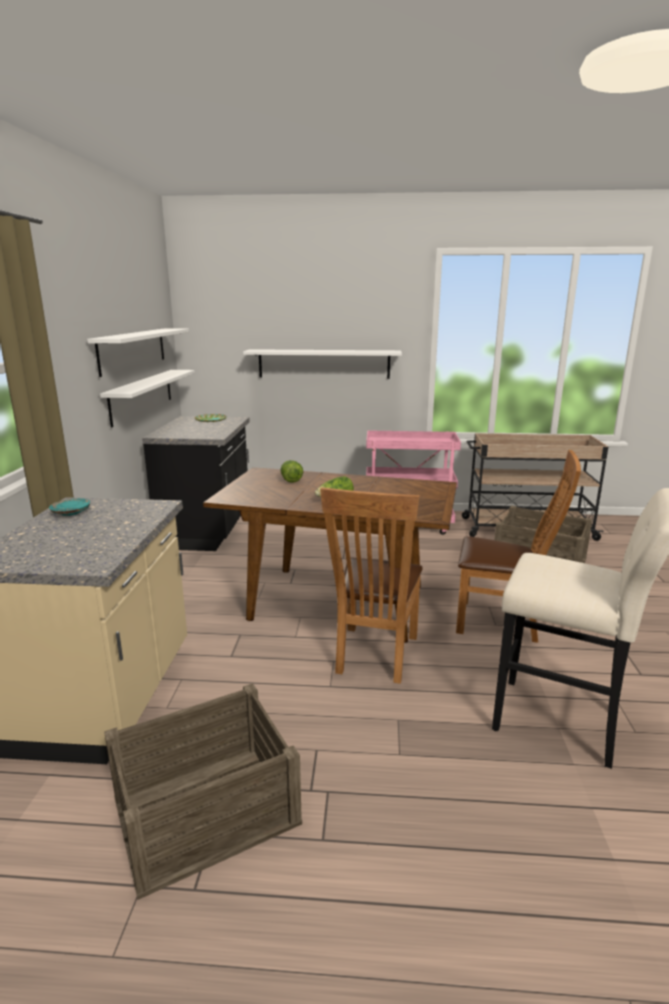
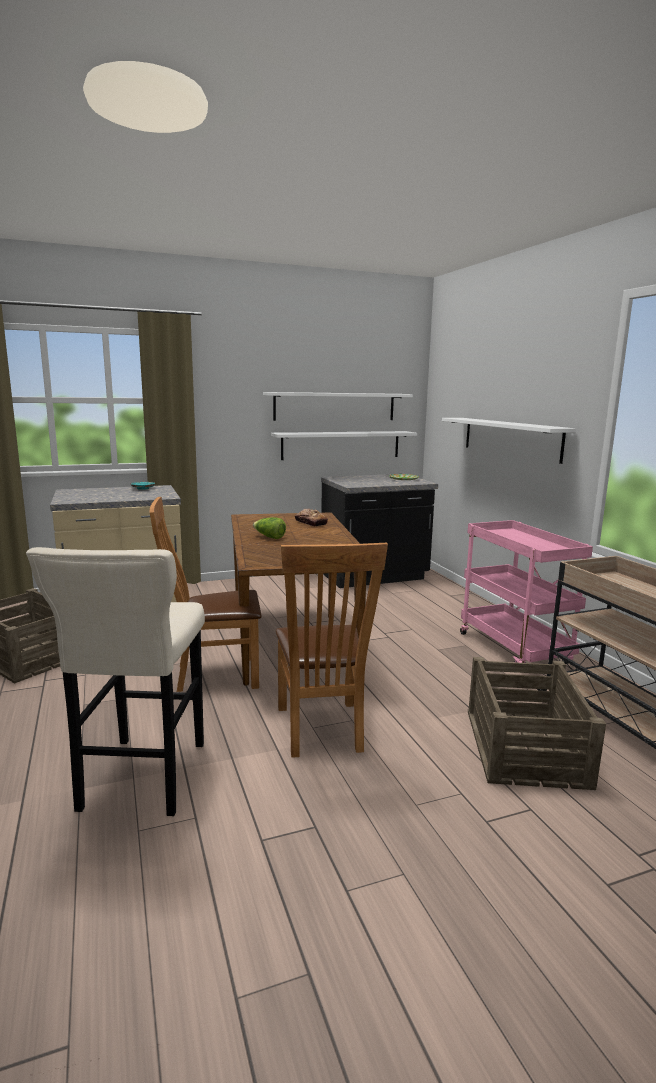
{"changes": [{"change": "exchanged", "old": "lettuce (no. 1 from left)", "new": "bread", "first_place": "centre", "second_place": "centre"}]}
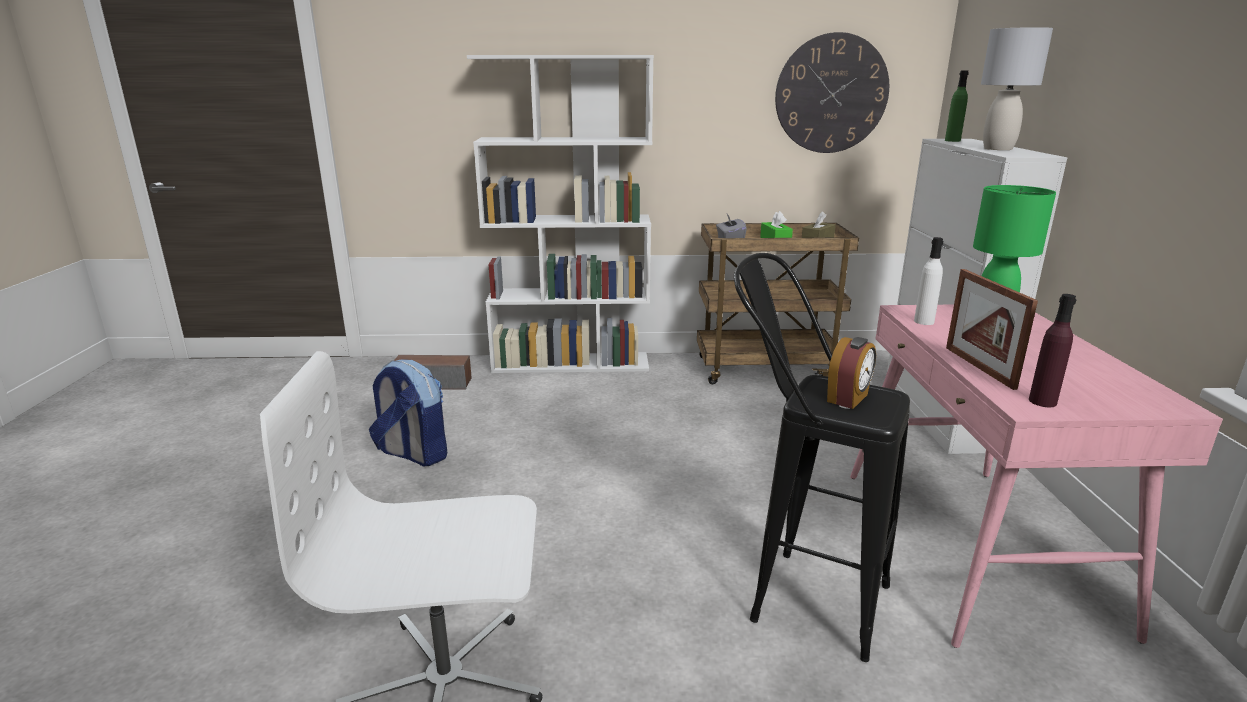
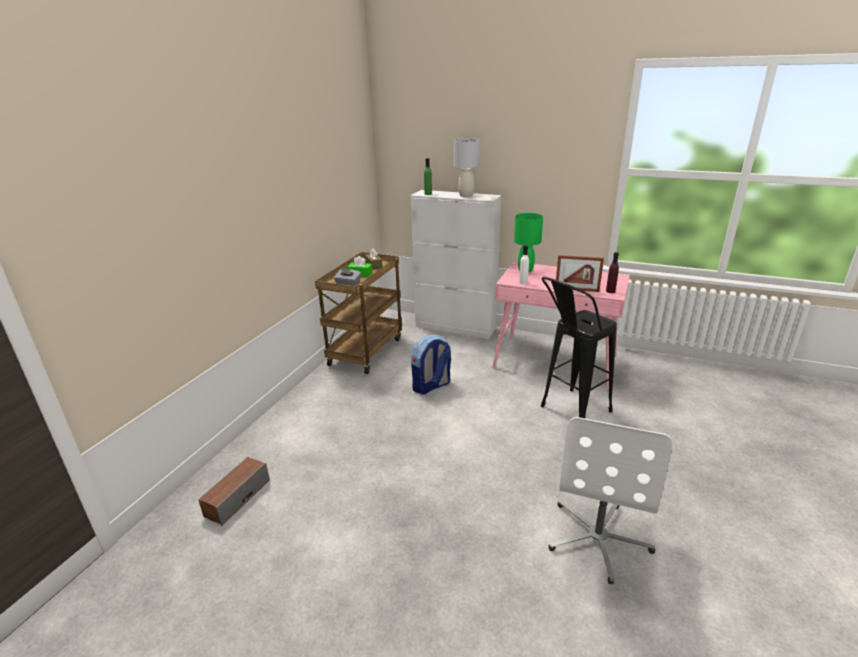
{"changes": [{"change": "missing", "old": "wall clock", "first_place": "top right"}, {"change": "missing", "old": "white bookcase", "first_place": "top centre"}, {"change": "missing", "old": "alarm clock", "first_place": "middle right"}, {"change": "relocated", "old": "backpack", "first_place": "middle left", "second_place": "centre"}]}
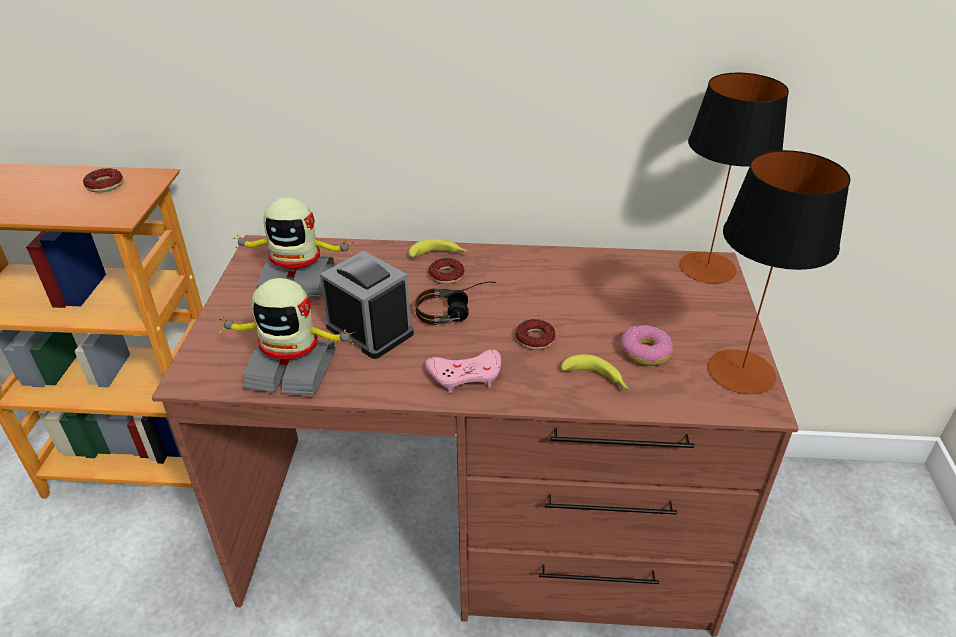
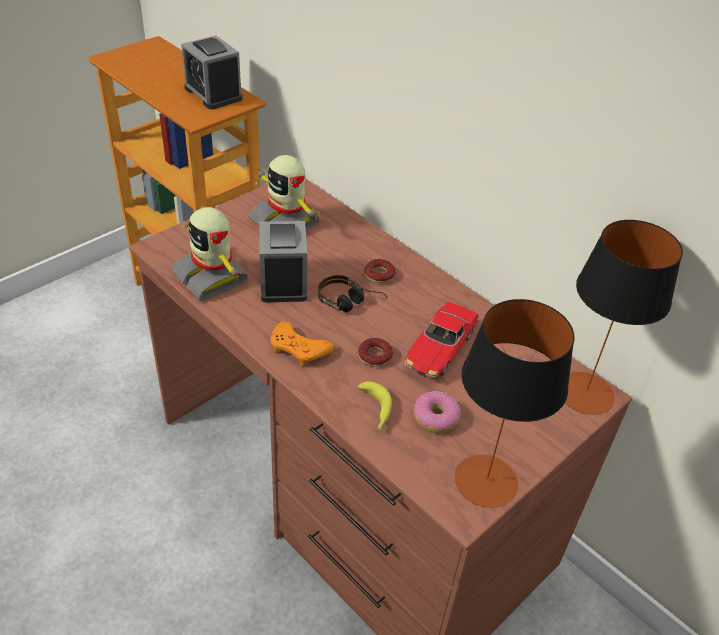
{"changes": [{"change": "exchanged", "old": "donut (no. 1 from left)", "new": "alarm clock (no. 1 from left)", "first_place": "top left", "second_place": "top left"}, {"change": "missing", "old": "banana (no. 1 from left)", "first_place": "centre"}, {"change": "colour", "old": "pink game controller", "new": "orange game controller", "first_place": "centre", "second_place": "centre"}, {"change": "appeared", "new": "toy car", "second_place": "centre"}]}
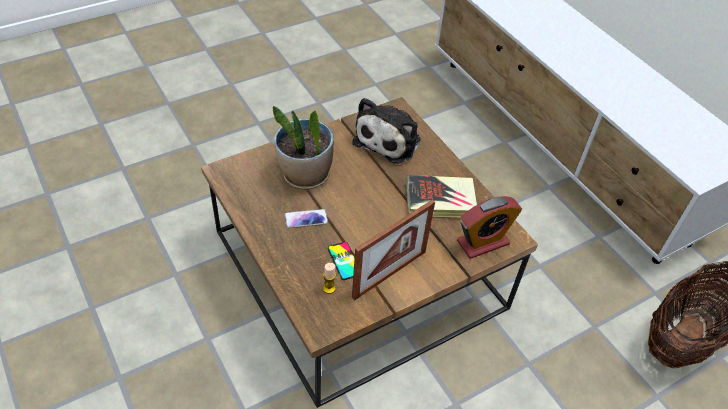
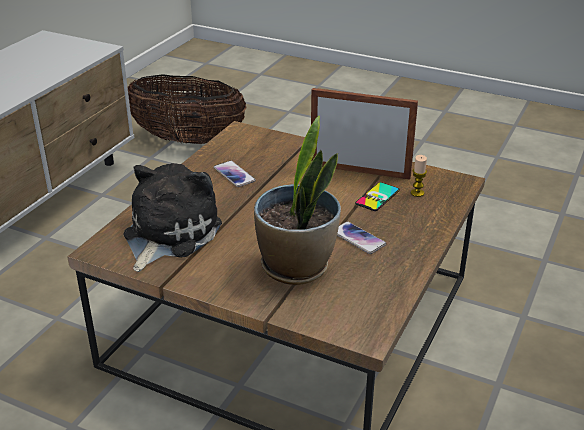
{"changes": [{"change": "spun", "old": "plush toy", "first_place": "top centre", "second_place": "middle left", "degrees": -60}, {"change": "exchanged", "old": "book", "new": "phone (no. 1 from left)", "first_place": "centre", "second_place": "centre"}, {"change": "missing", "old": "alarm clock", "first_place": "middle right"}]}
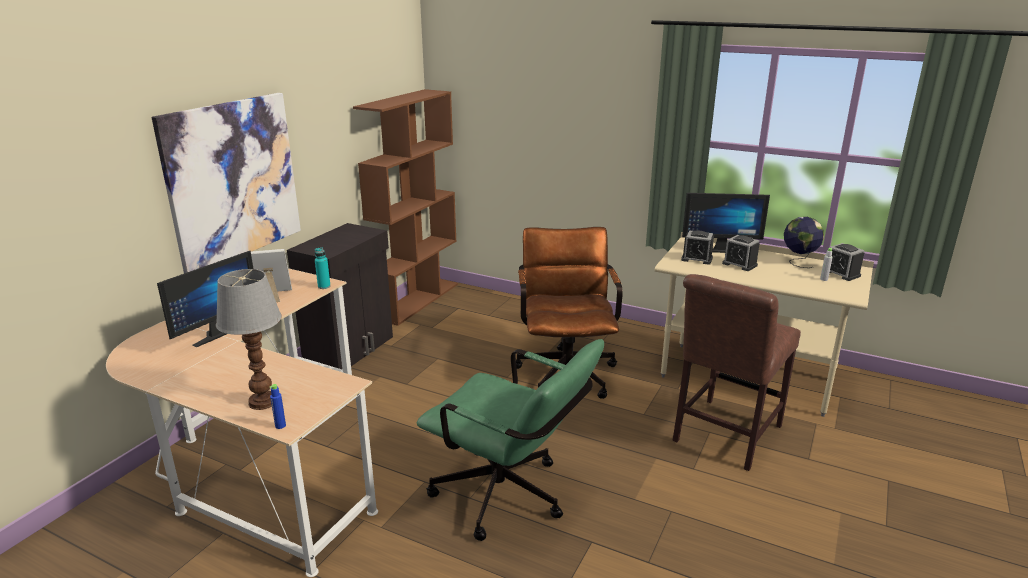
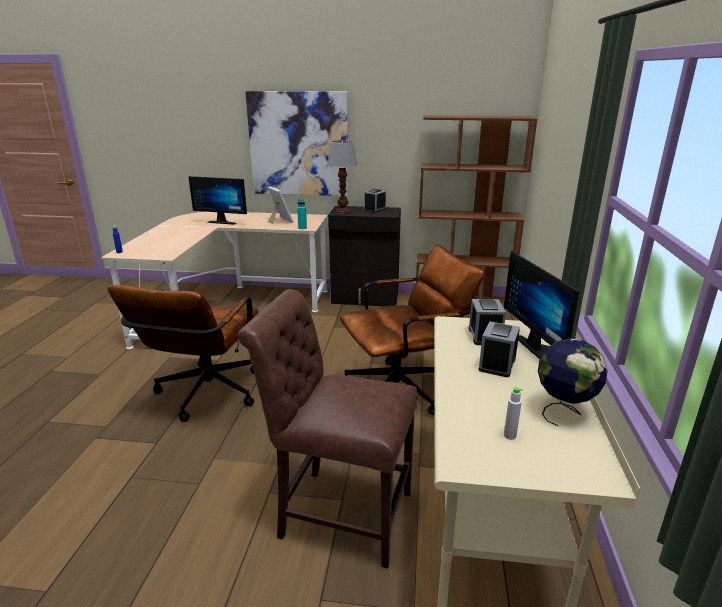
{"changes": [{"change": "relocated", "old": "alarm clock (no. 3 from left in the first image)", "new": "alarm clock (no. 1 from left)", "first_place": "middle right", "second_place": "top centre"}, {"change": "relocated", "old": "table lamp", "first_place": "middle left", "second_place": "top centre"}, {"change": "colour", "old": "green office chair", "new": "brown office chair (no. 1 from left)", "first_place": "bottom centre", "second_place": "middle left"}]}
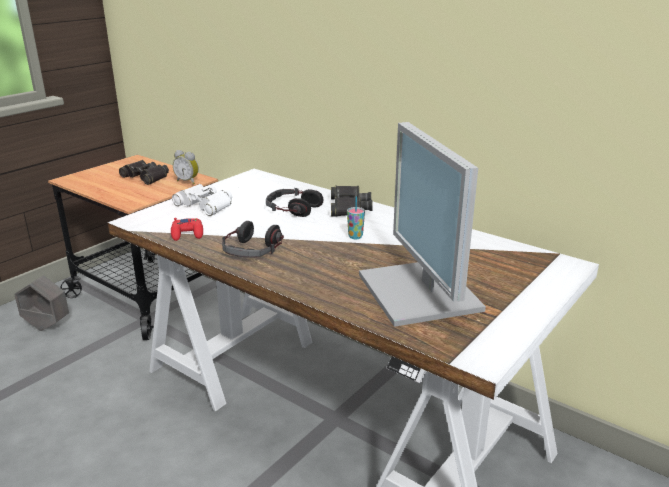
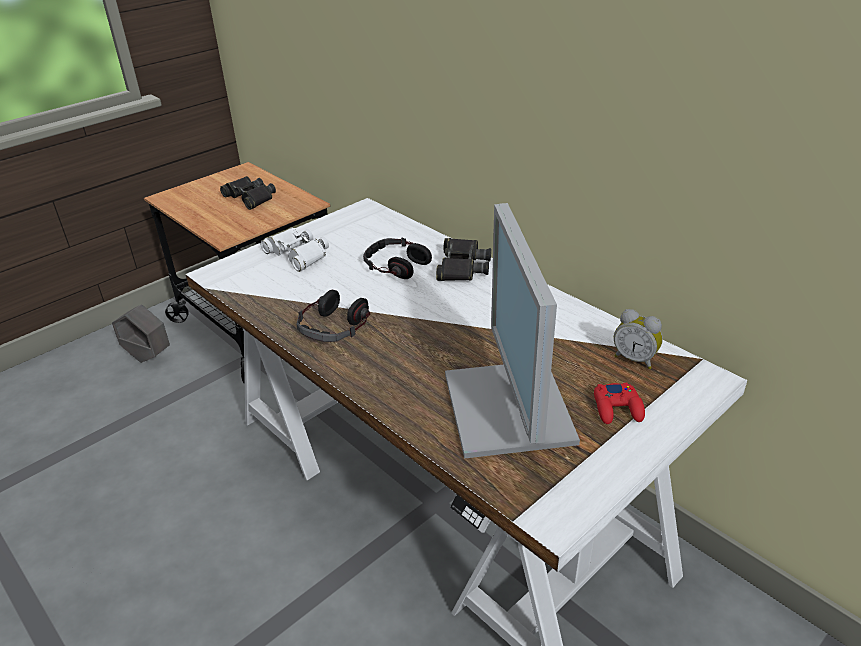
{"changes": [{"change": "relocated", "old": "alarm clock", "first_place": "middle left", "second_place": "middle right"}, {"change": "missing", "old": "cup", "first_place": "centre"}, {"change": "relocated", "old": "red game controller", "first_place": "middle left", "second_place": "middle right"}]}
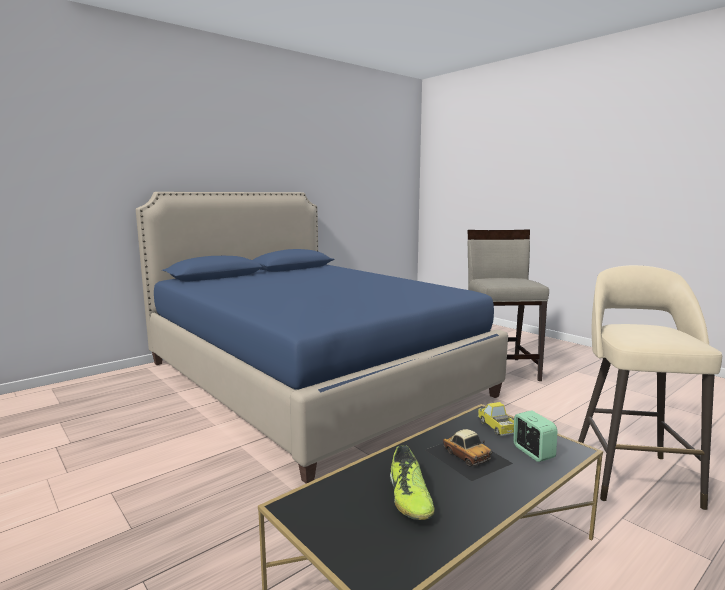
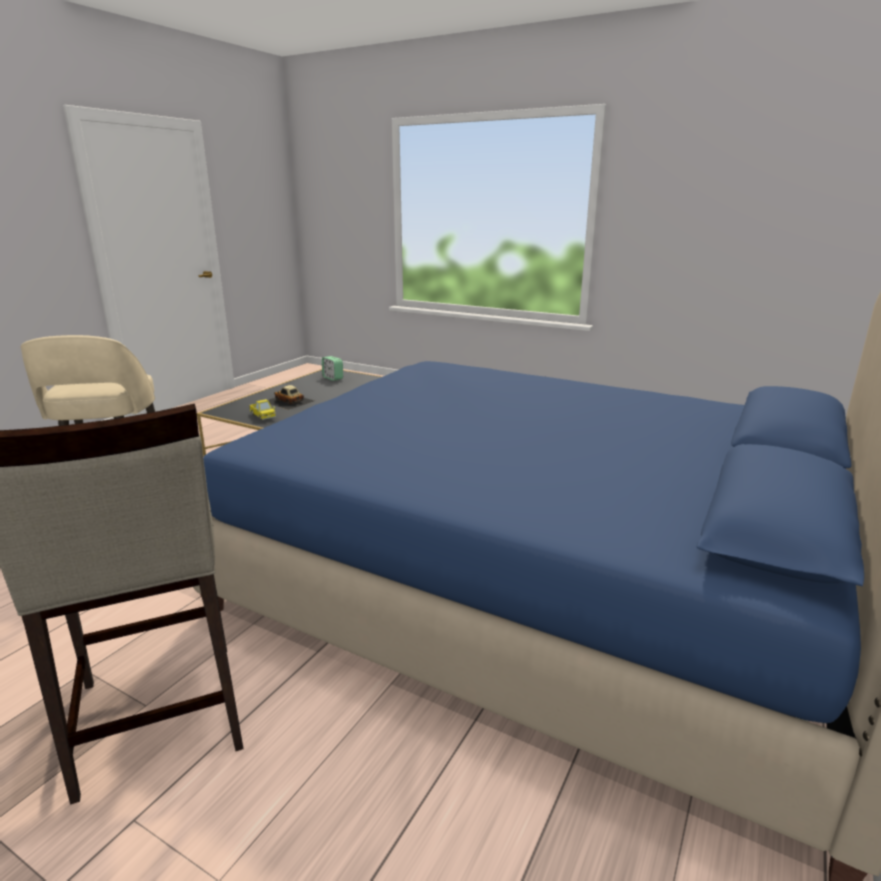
{"changes": [{"change": "relocated", "old": "alarm clock", "first_place": "bottom right", "second_place": "centre"}, {"change": "missing", "old": "shoe", "first_place": "bottom centre"}]}
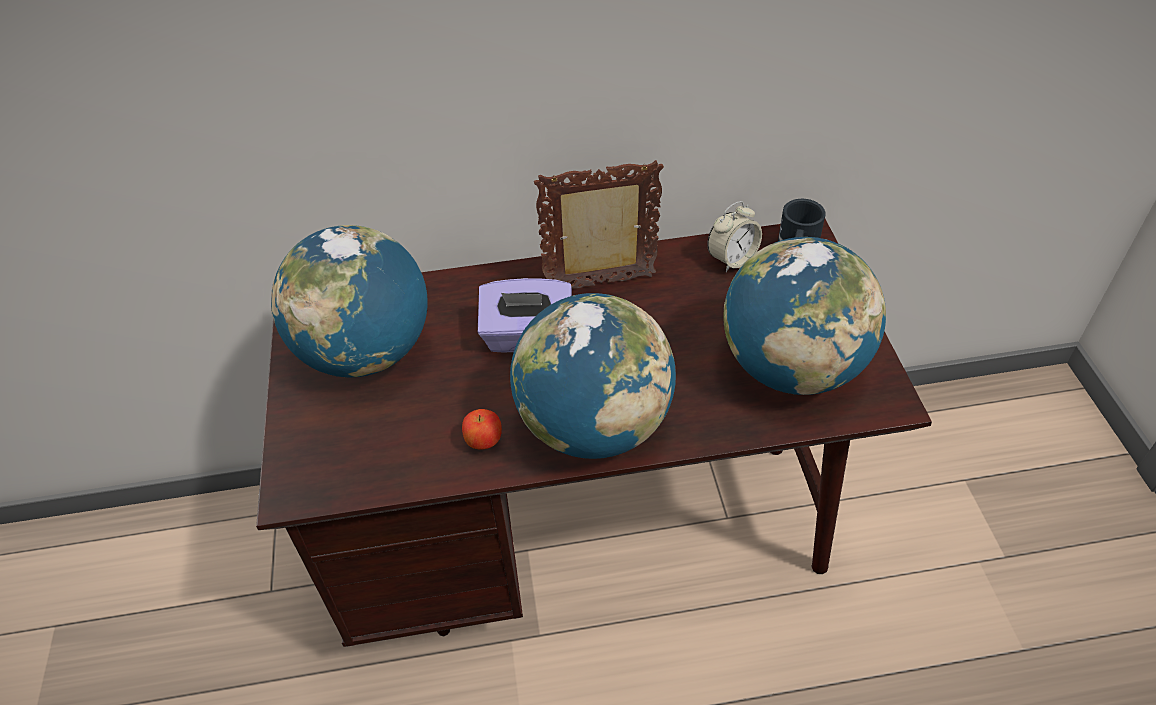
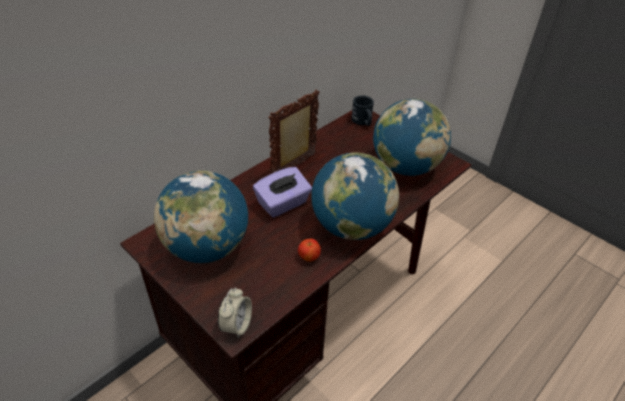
{"changes": [{"change": "relocated", "old": "alarm clock", "first_place": "centre", "second_place": "bottom centre"}]}
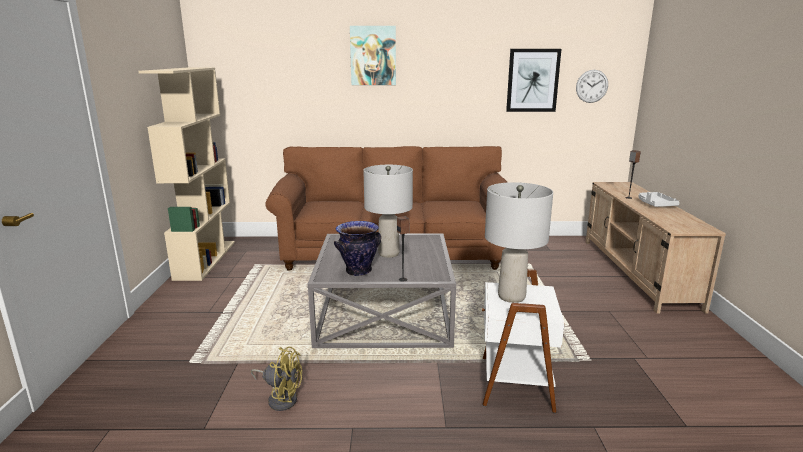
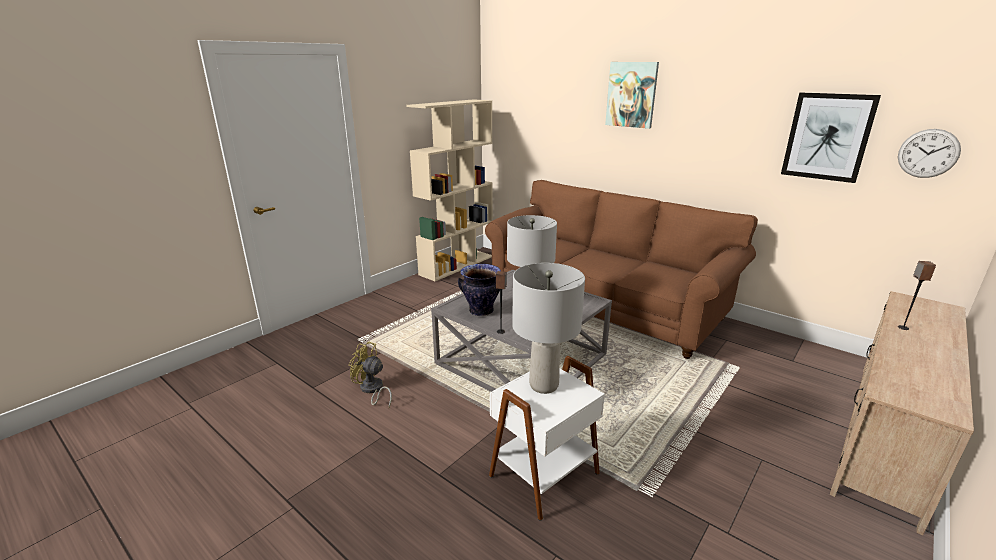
{"changes": [{"change": "missing", "old": "grey tray", "first_place": "middle right"}, {"change": "spun", "old": "yellow fan", "first_place": "bottom centre", "second_place": "bottom centre", "degrees": 150}]}
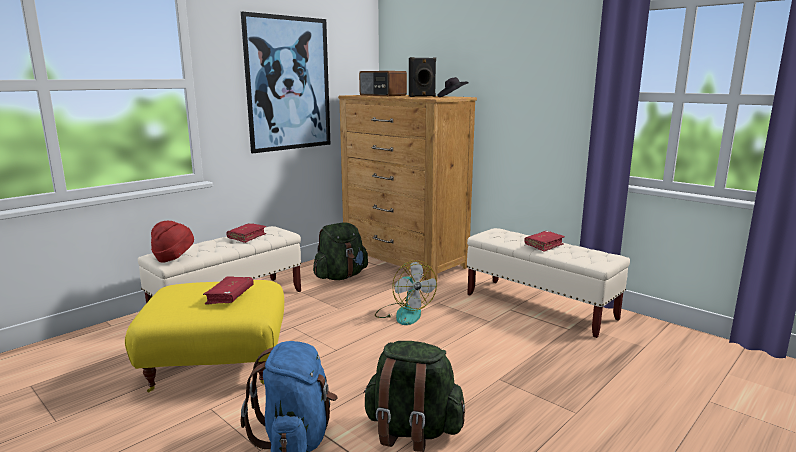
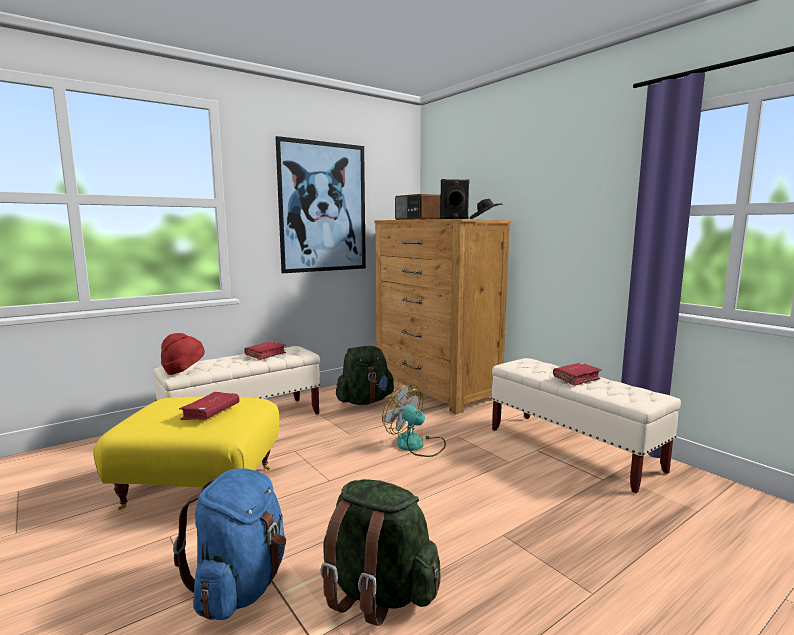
{"changes": [{"change": "spun", "old": "fan", "first_place": "centre", "second_place": "centre", "degrees": 150}]}
